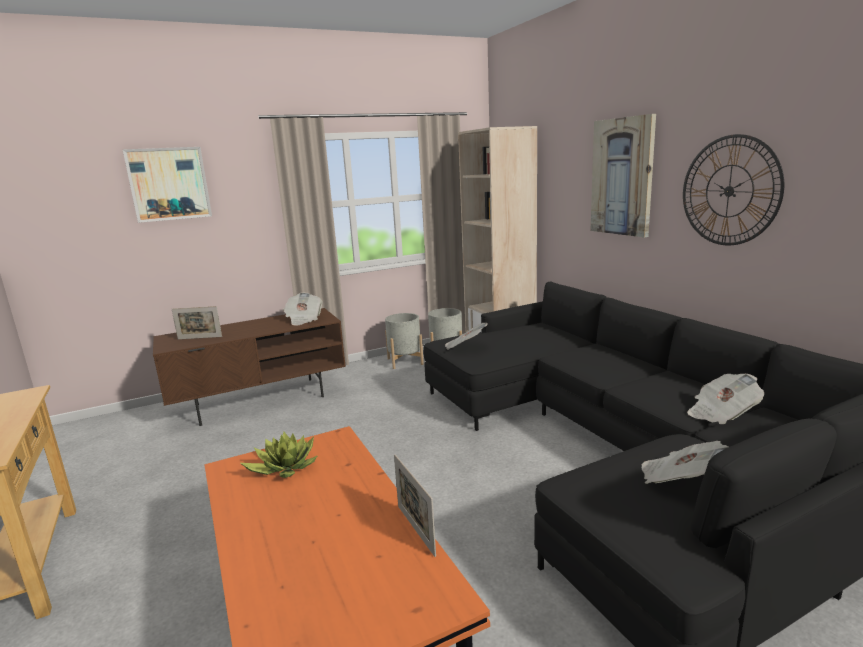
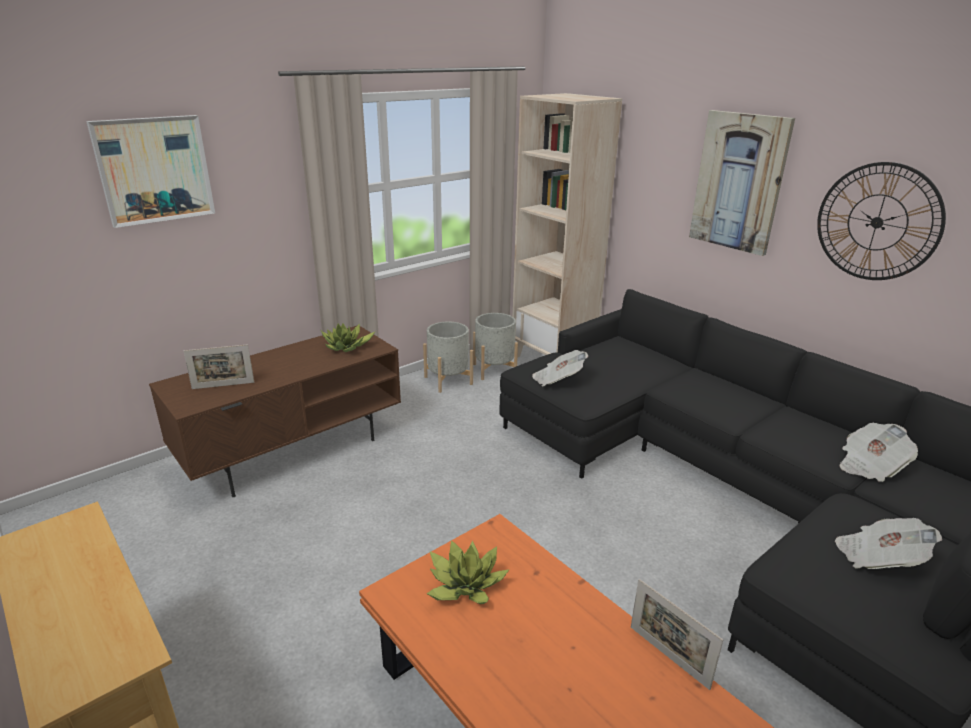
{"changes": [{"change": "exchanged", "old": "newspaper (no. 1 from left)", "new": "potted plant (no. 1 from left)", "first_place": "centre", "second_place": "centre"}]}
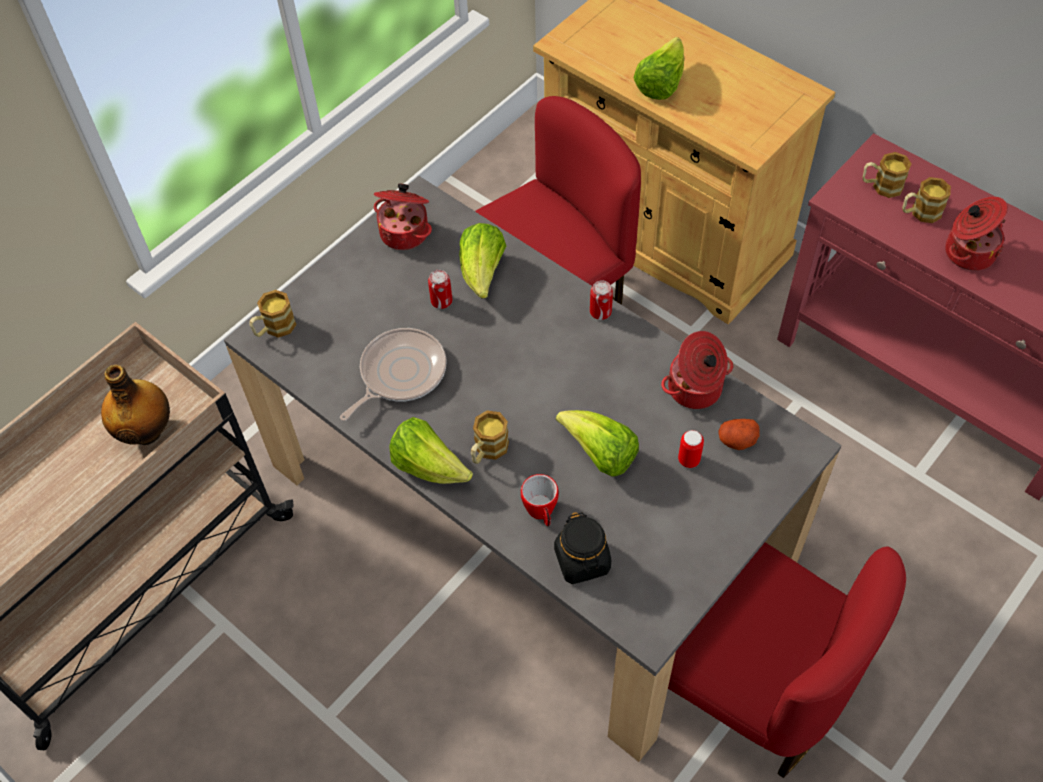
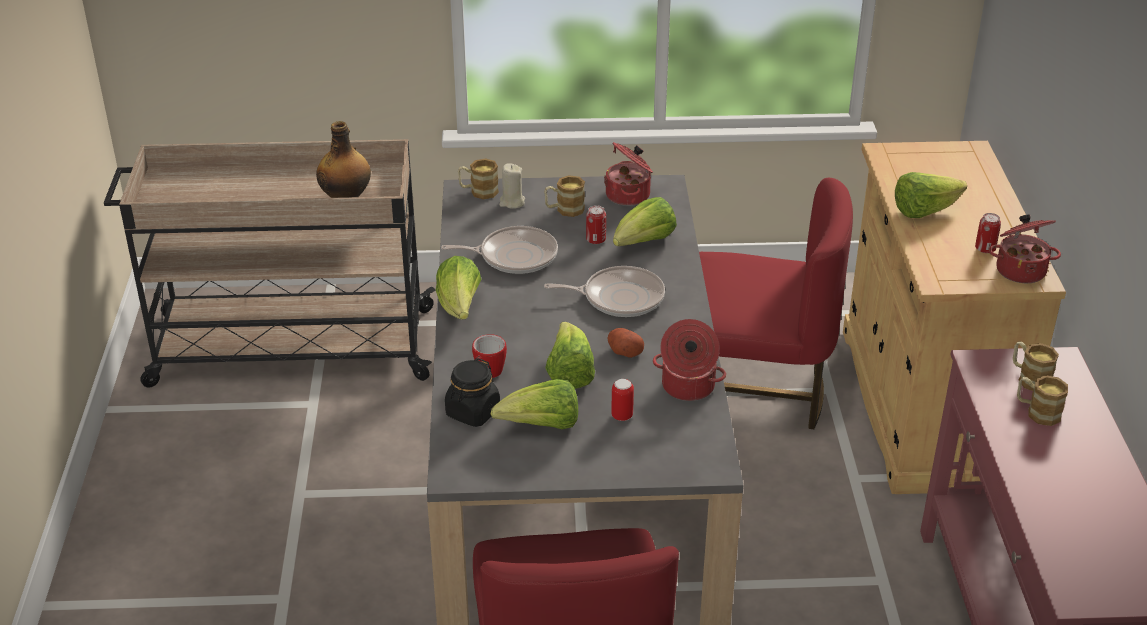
{"changes": [{"change": "relocated", "old": "cooking pot (no. 3 from left)", "first_place": "top right", "second_place": "middle right"}, {"change": "relocated", "old": "can (no. 2 from left in the first image)", "new": "can (no. 3 from left)", "first_place": "centre", "second_place": "middle right"}, {"change": "relocated", "old": "mug (no. 2 from left in the first image)", "new": "mug (no. 3 from left)", "first_place": "centre", "second_place": "top centre"}, {"change": "relocated", "old": "potato", "first_place": "middle right", "second_place": "centre"}, {"change": "appeared", "new": "beige candle", "second_place": "top centre"}, {"change": "appeared", "new": "frying pan (no. 2 from left)", "second_place": "centre"}, {"change": "appeared", "new": "lettuce (no. 2 from left)", "second_place": "centre"}]}
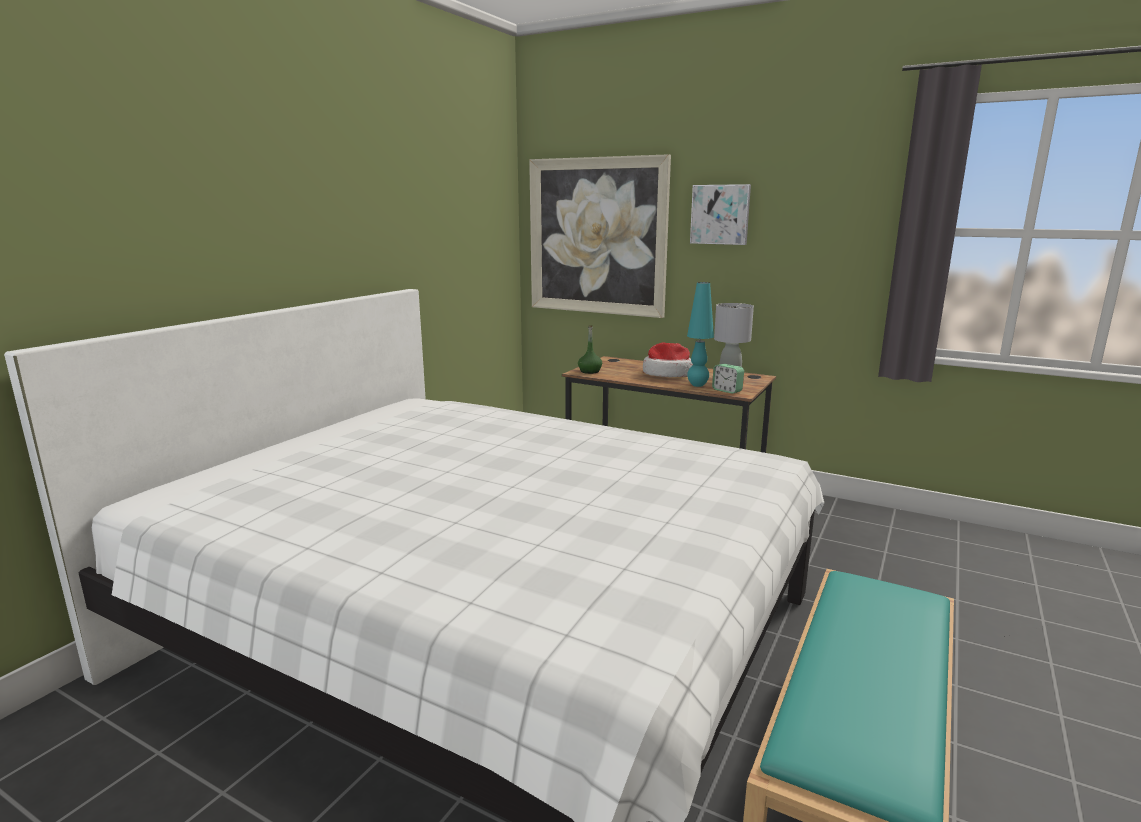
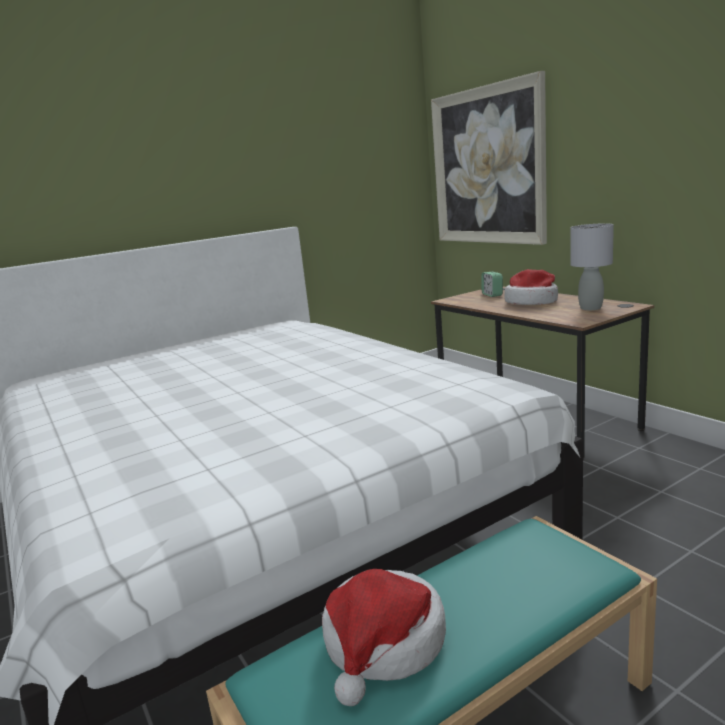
{"changes": [{"change": "missing", "old": "picture (no. 2 from left)", "first_place": "top centre"}, {"change": "missing", "old": "turquoise table lamp", "first_place": "centre"}, {"change": "missing", "old": "green bottle", "first_place": "centre"}, {"change": "relocated", "old": "alarm clock", "first_place": "centre", "second_place": "middle right"}, {"change": "appeared", "new": "hat (no. 1 from left)", "second_place": "bottom centre"}]}
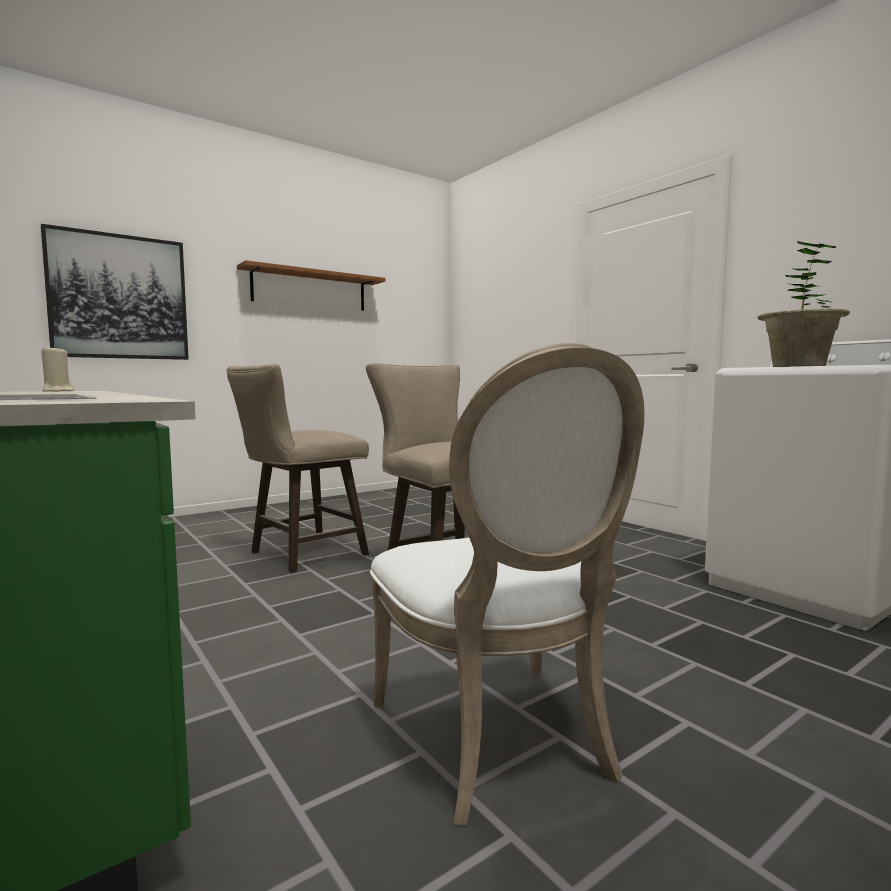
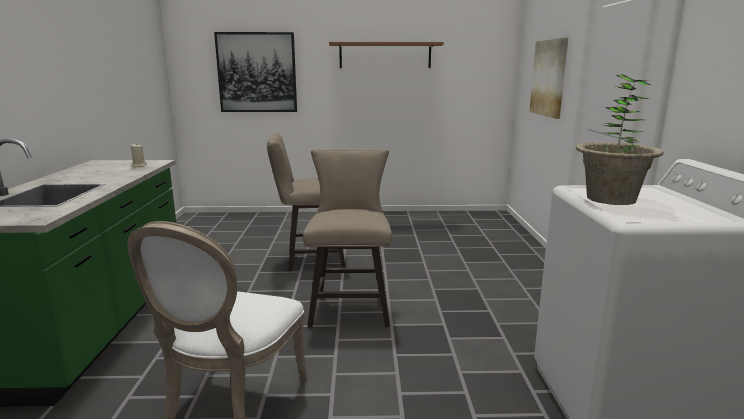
{"changes": [{"change": "appeared", "new": "picture (no. 2 from left)", "second_place": "top right"}]}
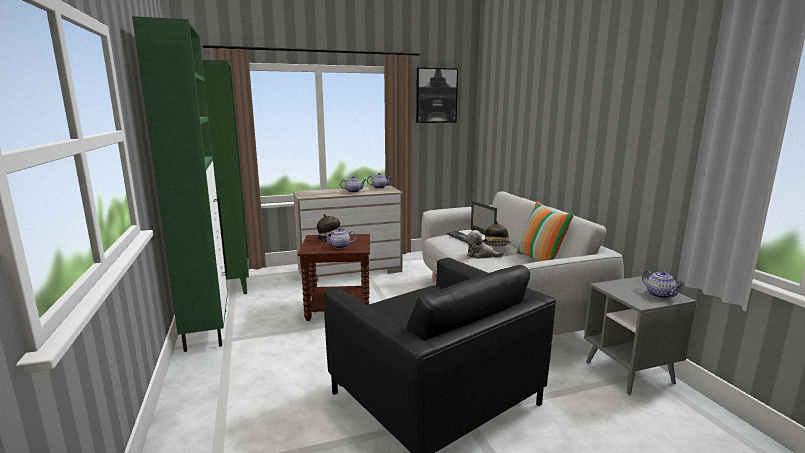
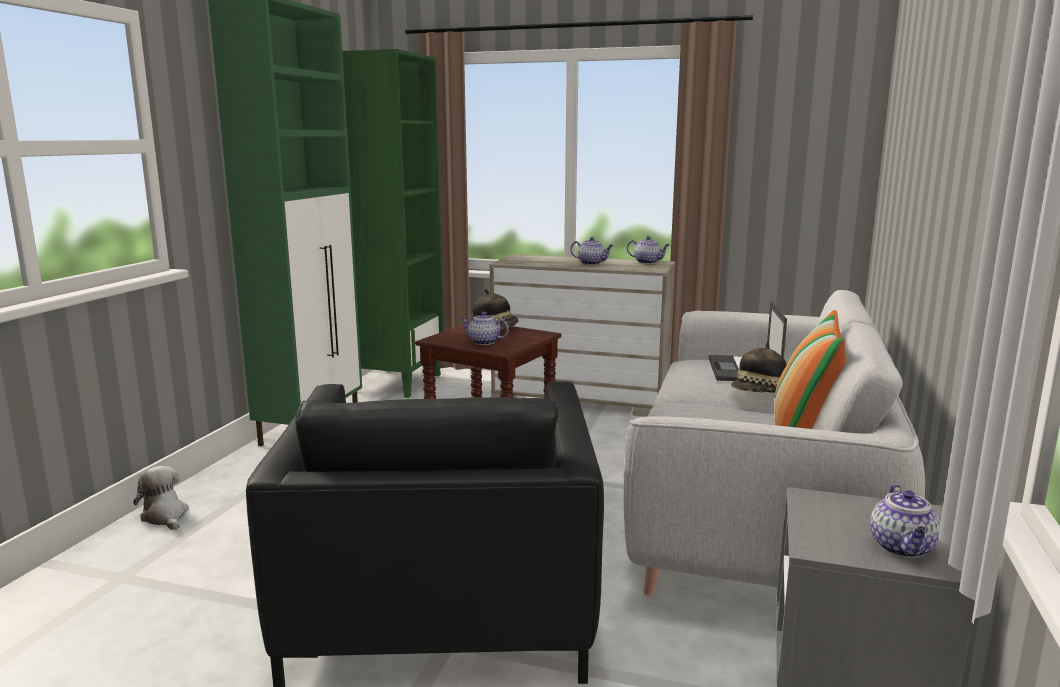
{"changes": [{"change": "missing", "old": "picture", "first_place": "top centre"}, {"change": "relocated", "old": "plush toy", "first_place": "centre", "second_place": "bottom left"}]}
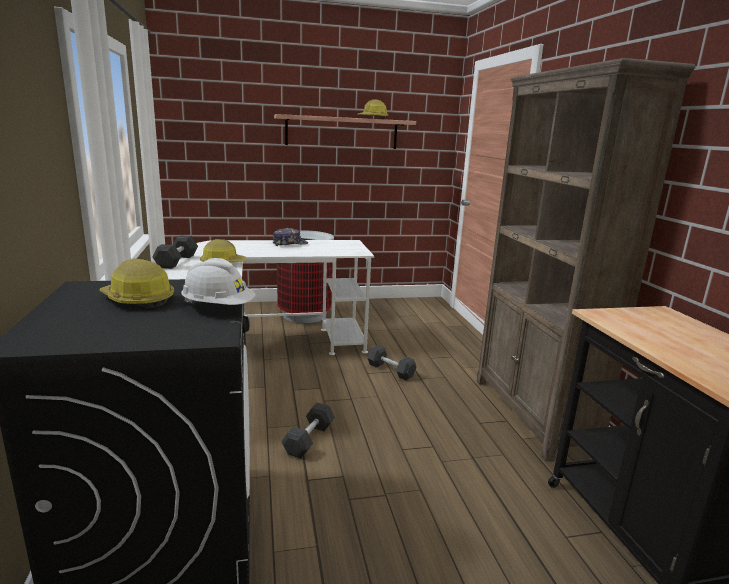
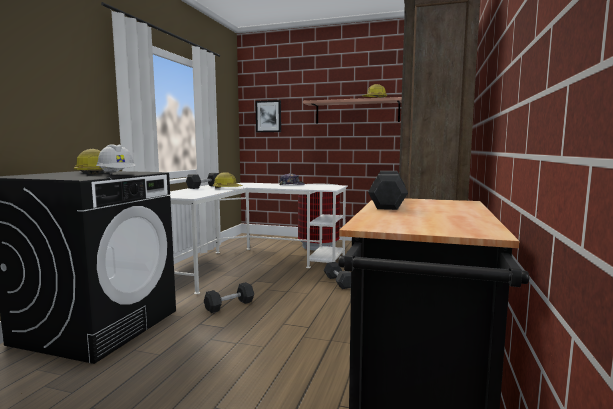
{"changes": [{"change": "appeared", "new": "picture", "second_place": "top centre"}, {"change": "appeared", "new": "grey dumbbell (no. 4 from left)", "second_place": "centre"}]}
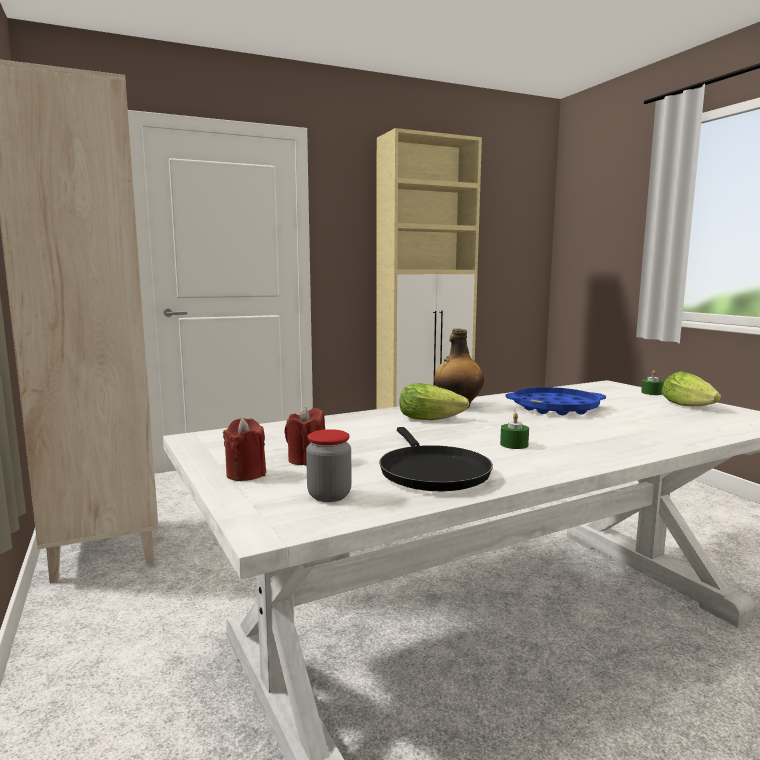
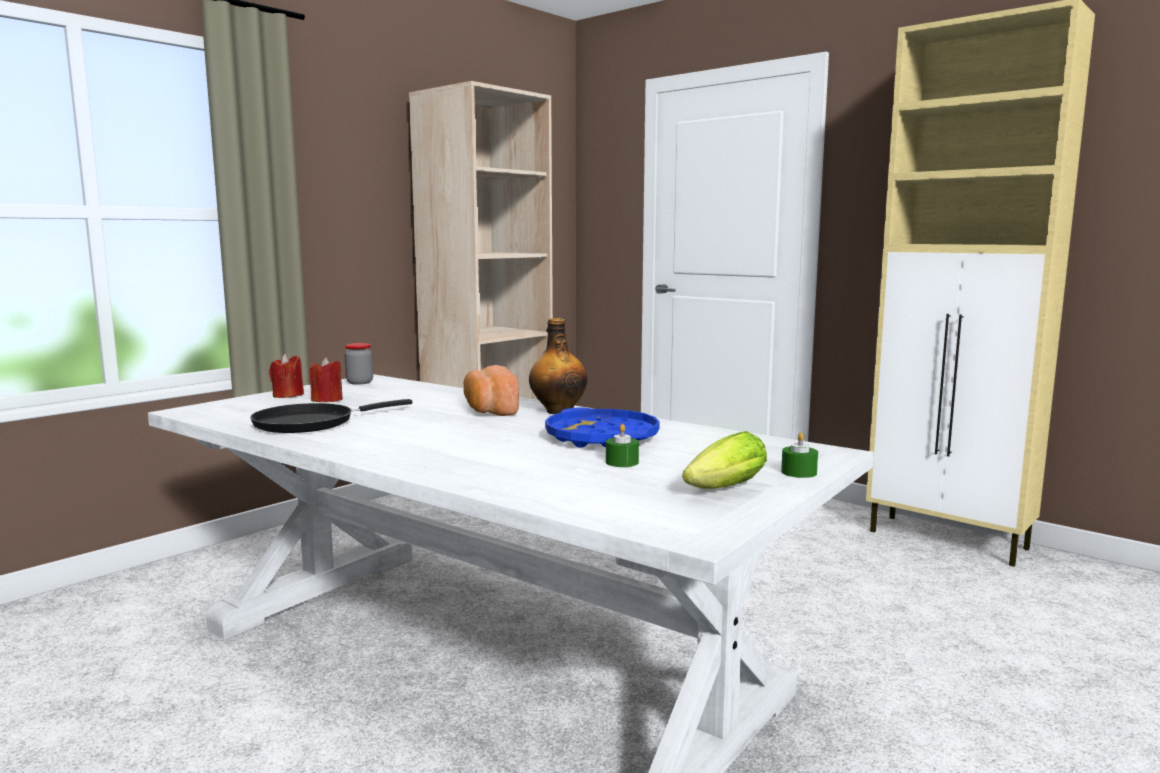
{"changes": [{"change": "exchanged", "old": "lettuce (no. 1 from left)", "new": "bread", "first_place": "centre", "second_place": "centre"}, {"change": "relocated", "old": "green candle (no. 1 from left)", "first_place": "middle right", "second_place": "centre"}, {"change": "relocated", "old": "jar", "first_place": "centre", "second_place": "middle left"}]}
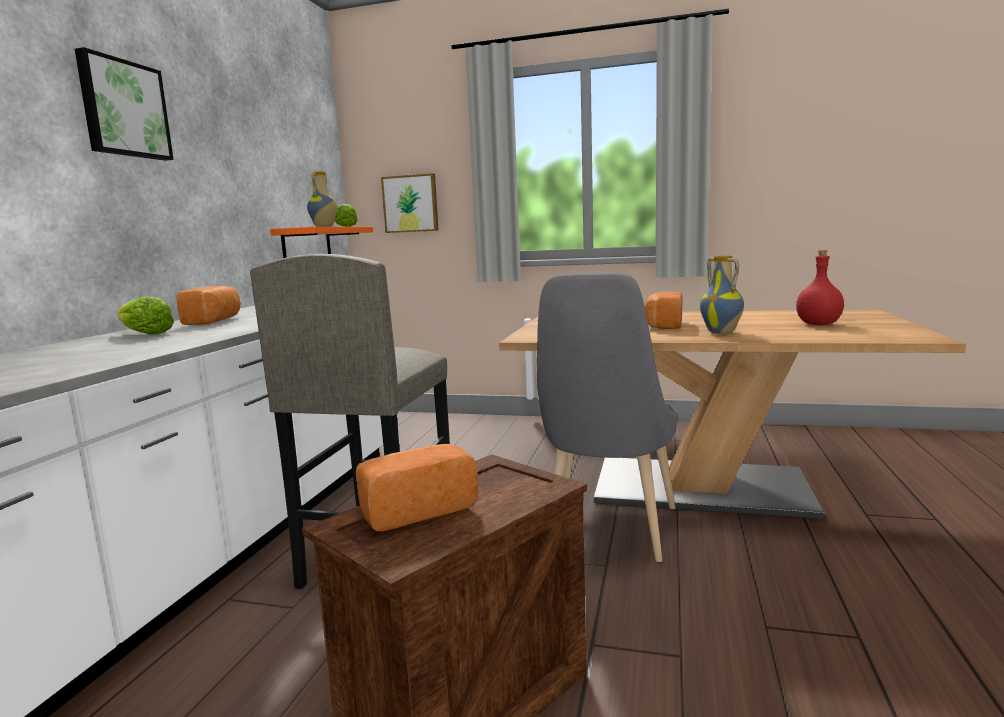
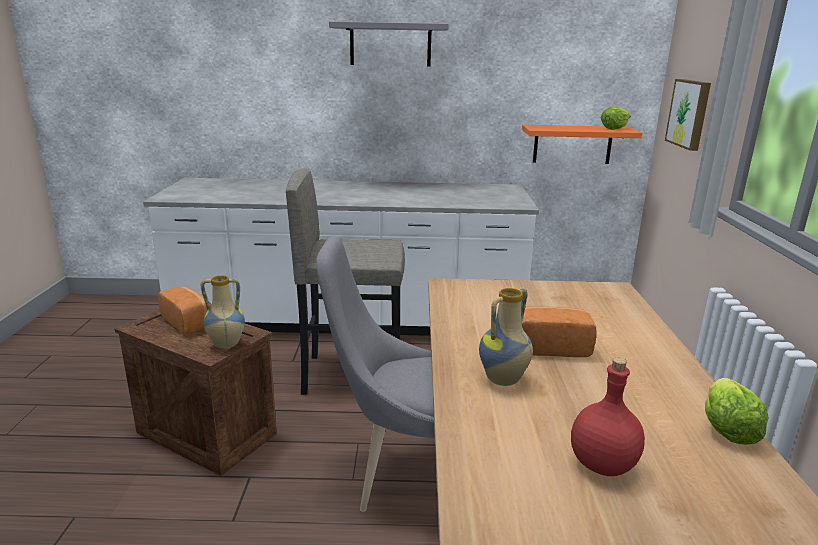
{"changes": [{"change": "exchanged", "old": "picture (no. 1 from left)", "new": "grey shelf", "first_place": "top left", "second_place": "top centre"}, {"change": "relocated", "old": "vase (no. 1 from left)", "first_place": "top left", "second_place": "middle left"}, {"change": "missing", "old": "bread (no. 1 from left)", "first_place": "middle left"}, {"change": "relocated", "old": "lettuce (no. 1 from left in the first image)", "new": "lettuce (no. 2 from left)", "first_place": "middle left", "second_place": "bottom right"}]}
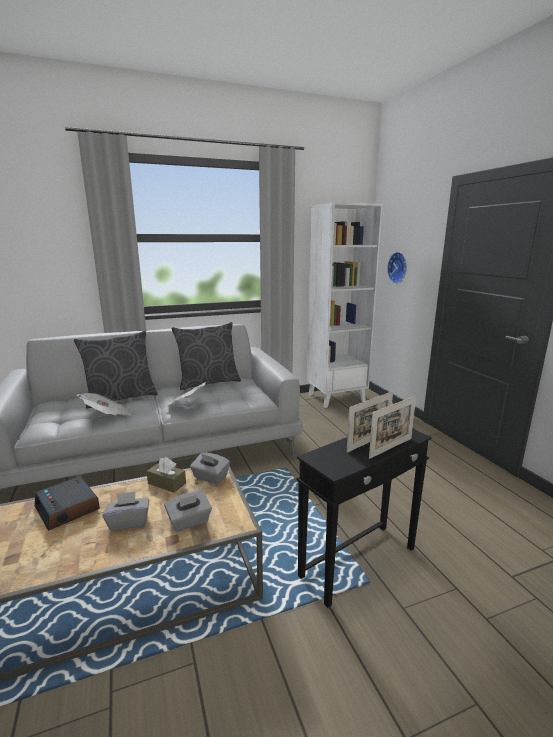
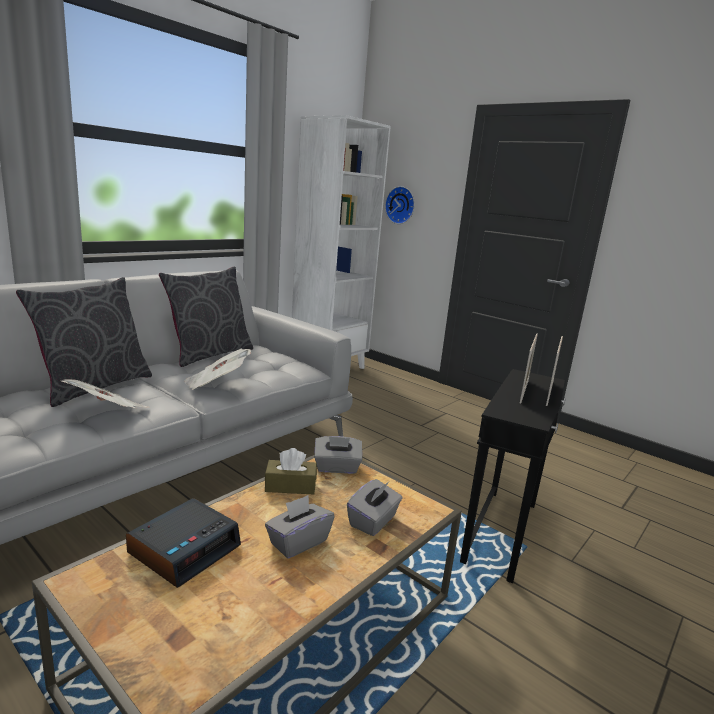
{"changes": [{"change": "spun", "old": "alarm clock", "first_place": "bottom left", "second_place": "bottom left", "degrees": -75}]}
